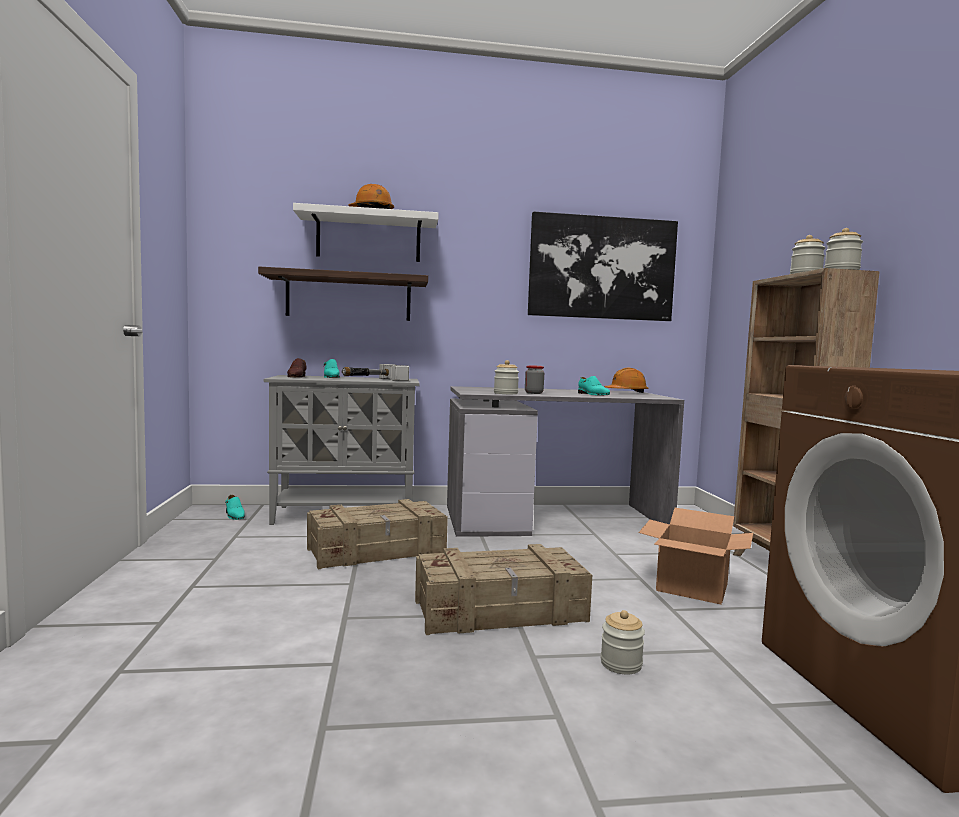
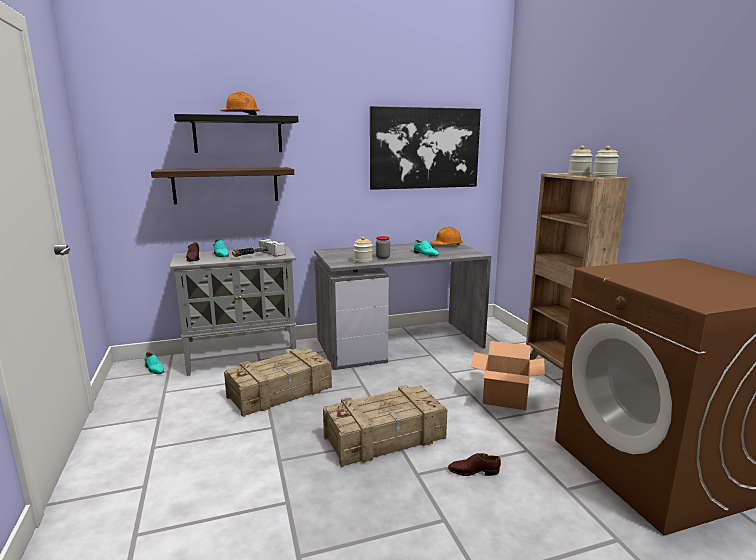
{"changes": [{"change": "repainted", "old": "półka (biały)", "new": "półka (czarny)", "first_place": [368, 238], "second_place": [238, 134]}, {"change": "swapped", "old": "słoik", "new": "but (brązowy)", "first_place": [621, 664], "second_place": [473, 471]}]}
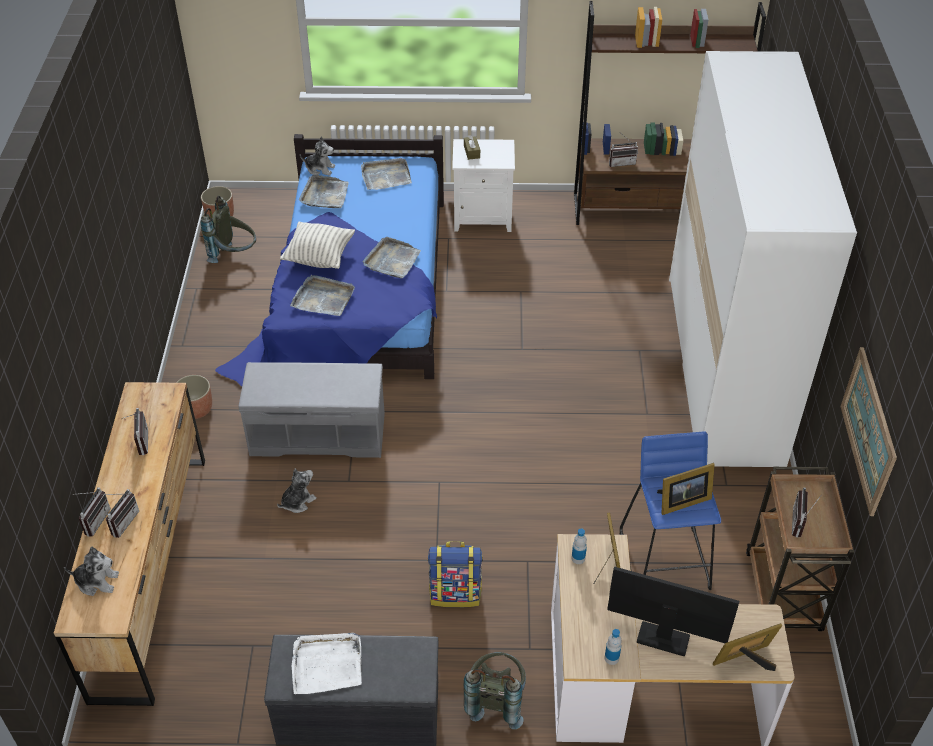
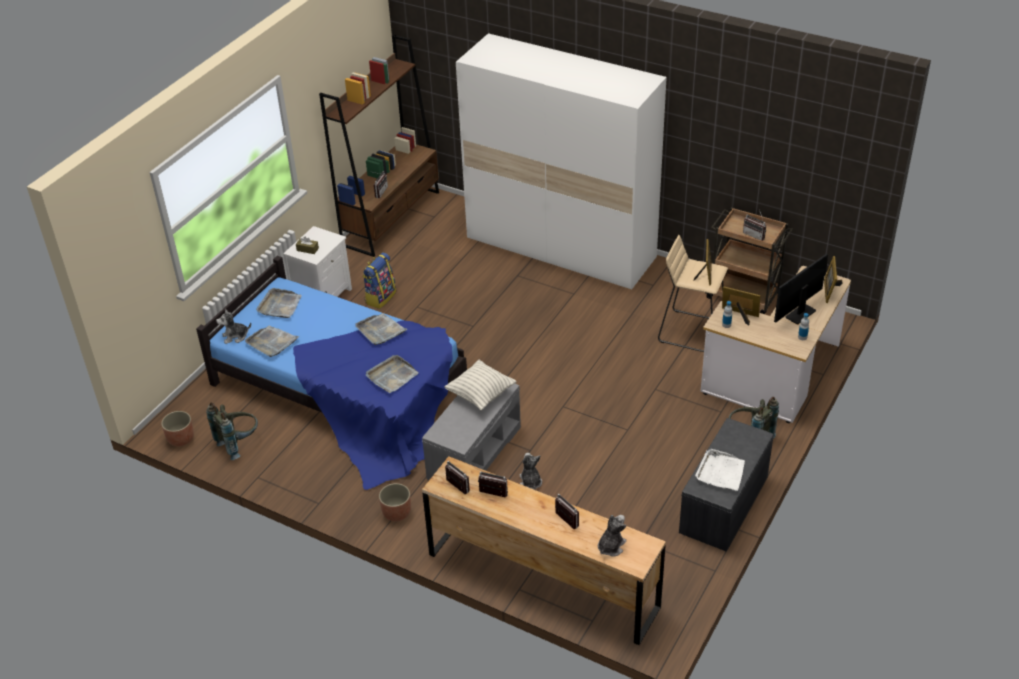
{"changes": [{"change": "rotated", "old": "pluszak", "first_place": [320, 169], "second_place": [235, 336], "degrees": -150}, {"change": "shifted", "old": "plecak", "first_place": [456, 593], "second_place": [380, 297]}, {"change": "shifted", "old": "poduszka", "first_place": [319, 257], "second_place": [481, 395]}, {"change": "shifted", "old": "radio", "first_place": [94, 520], "second_place": [455, 487]}, {"change": "repainted", "old": "stołek (niebieski)", "new": "stołek (beżowy)", "first_place": [665, 559], "second_place": [691, 331]}, {"change": "gone", "old": "obraz", "first_place": [868, 430]}]}
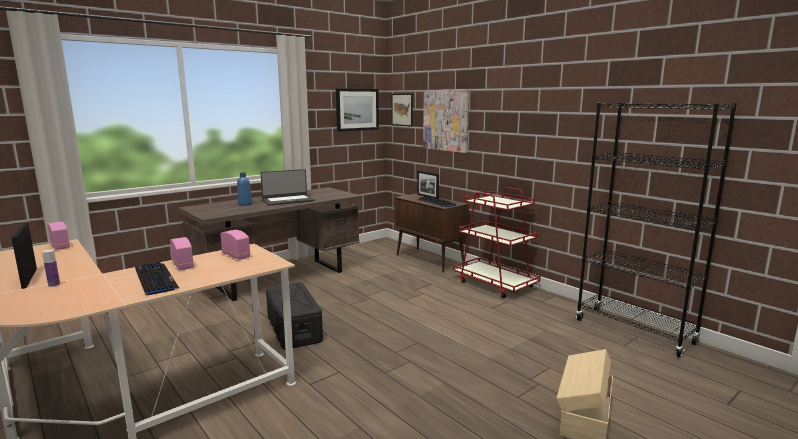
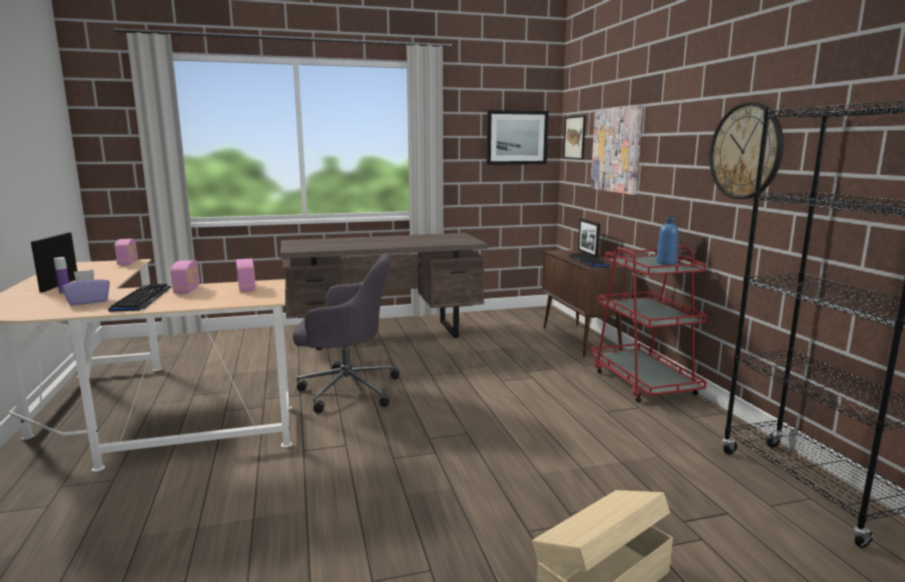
{"changes": [{"change": "new", "new": "pudełko chusteczek (fioletowy)", "second_place": [88, 301]}, {"change": "swapped", "old": "pojemnik do przechowywania (czarny)", "new": "krzesło biurowe (szary)", "first_place": [294, 329], "second_place": [346, 389]}, {"change": "shifted", "old": "butelka (niebieski)", "first_place": [245, 204], "second_place": [666, 263]}, {"change": "new", "new": "zegar ścienny", "second_place": [745, 151]}, {"change": "gone", "old": "laptop", "first_place": [288, 200]}]}
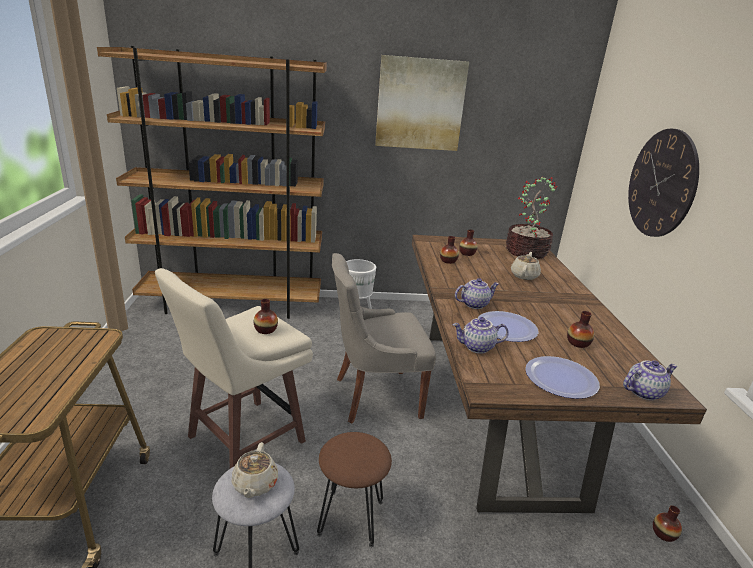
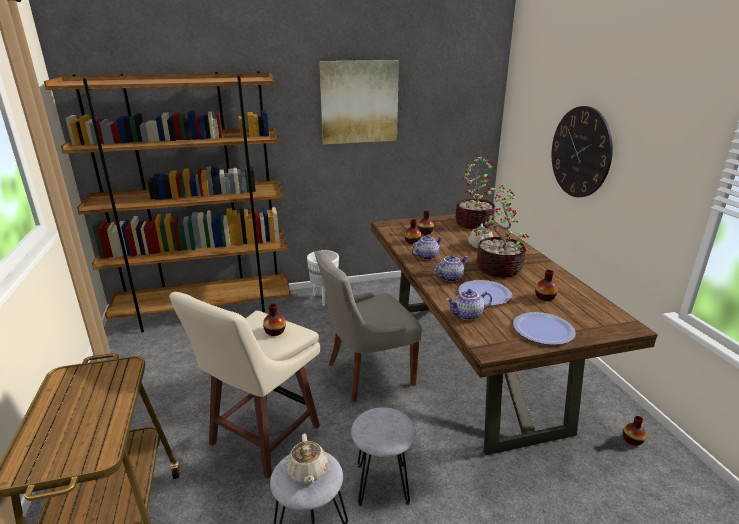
{"changes": [{"change": "repainted", "old": "stołek (brązowy)", "new": "stołek (szary)", "first_place": [350, 517], "second_place": [382, 483]}, {"change": "shifted", "old": "imbryk", "first_place": [643, 392], "second_place": [426, 256]}, {"change": "new", "new": "roślina doniczkowa", "second_place": [497, 268]}]}
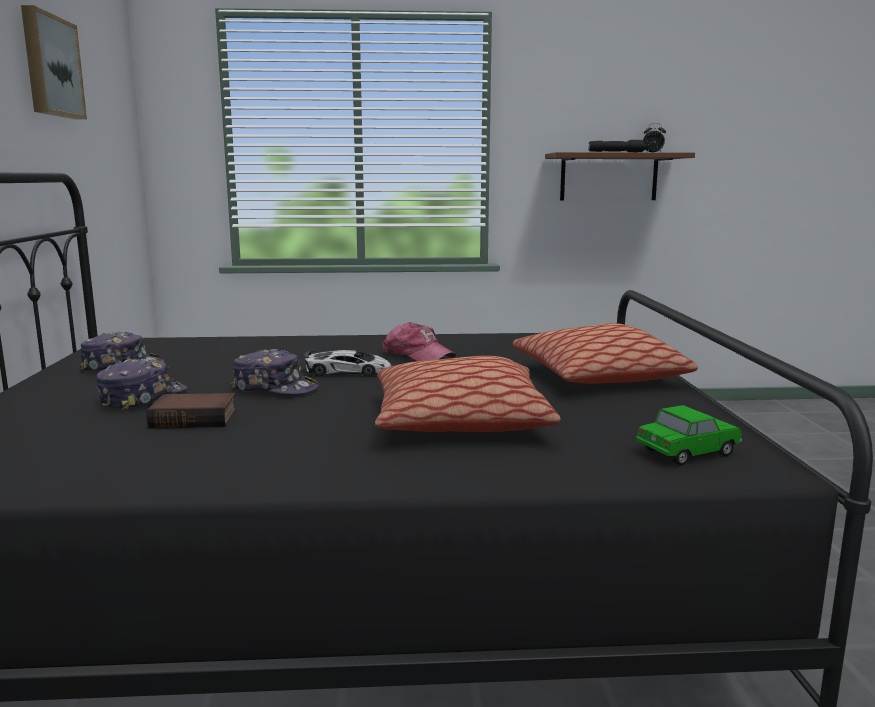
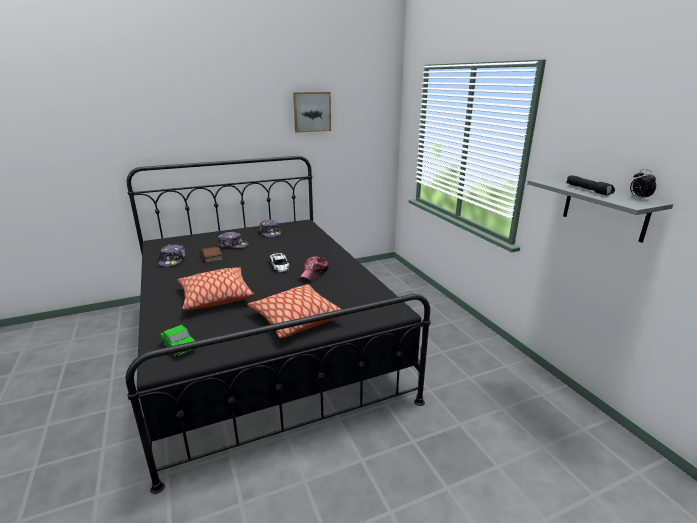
{"changes": [{"change": "shifted", "old": "czapka z daszkiem", "first_place": [275, 388], "second_place": [173, 260]}, {"change": "repainted", "old": "półka (brązowy)", "new": "półka (szary)", "first_place": [608, 177], "second_place": [604, 208]}]}
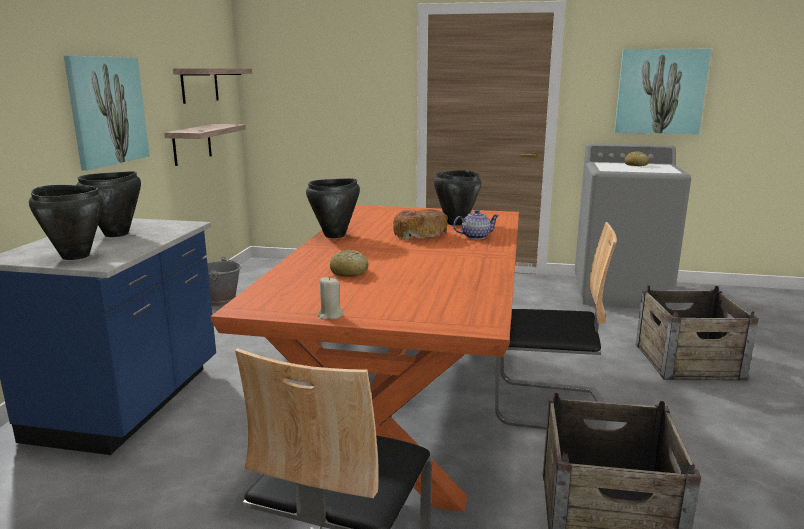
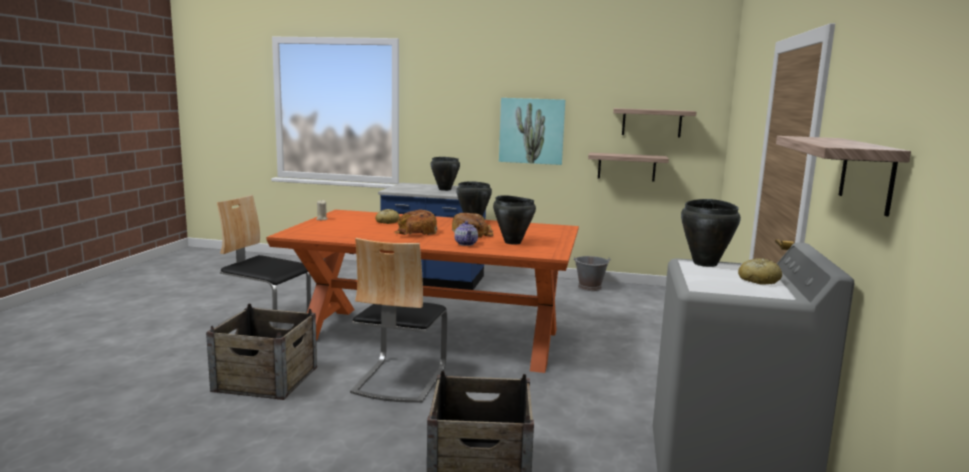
{"changes": [{"change": "new", "new": "chleb", "second_place": [415, 232]}, {"change": "shifted", "old": "garnek (czarny)", "first_place": [75, 256], "second_place": [705, 263]}, {"change": "swapped", "old": "obraz", "new": "półka", "first_place": [660, 91], "second_place": [867, 174]}]}
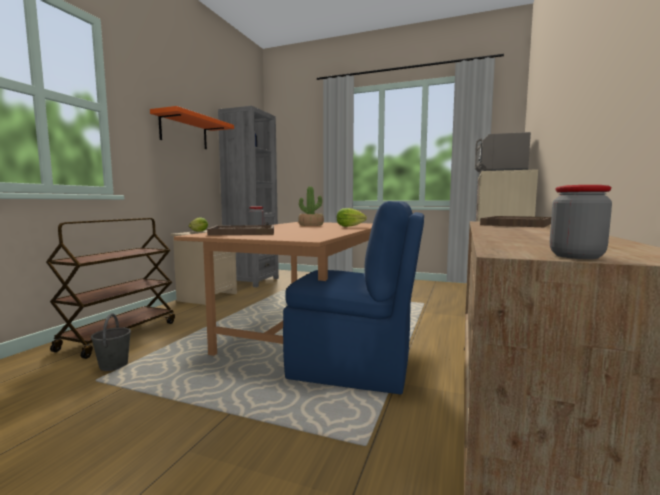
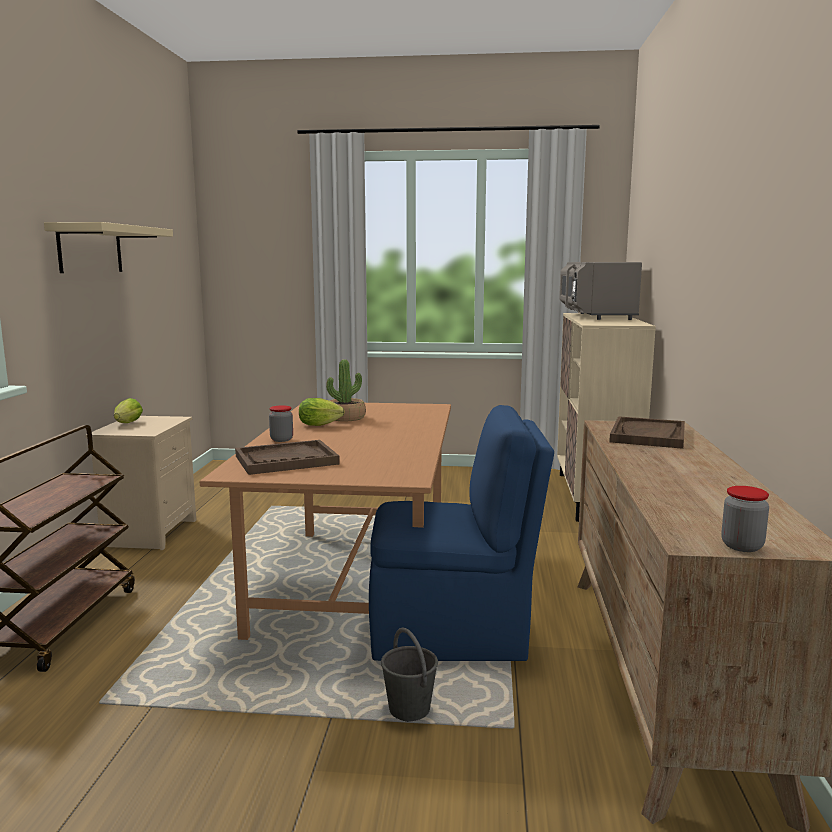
{"changes": [{"change": "repainted", "old": "półka (pomarańczowy)", "new": "półka (beżowy)", "first_place": [184, 131], "second_place": [90, 249]}, {"change": "shifted", "old": "sałata", "first_place": [351, 226], "second_place": [322, 425]}, {"change": "shifted", "old": "wiadro (szary)", "first_place": [114, 365], "second_place": [409, 710]}, {"change": "gone", "old": "regał (szary)", "first_place": [252, 281]}]}
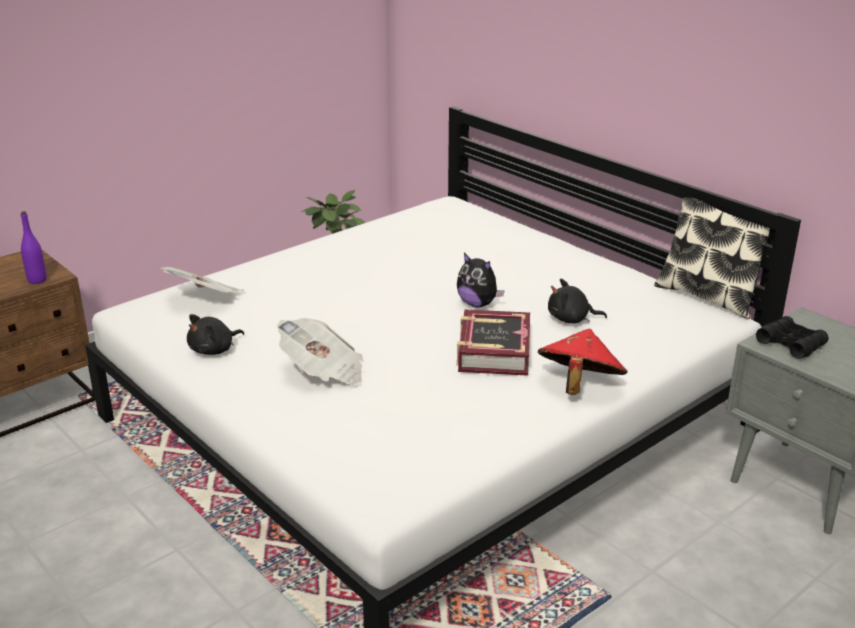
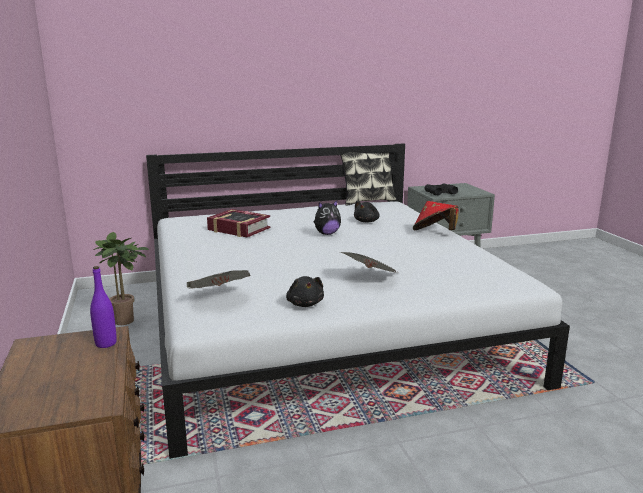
{"changes": [{"change": "shifted", "old": "książka", "first_place": [493, 351], "second_place": [238, 229]}]}
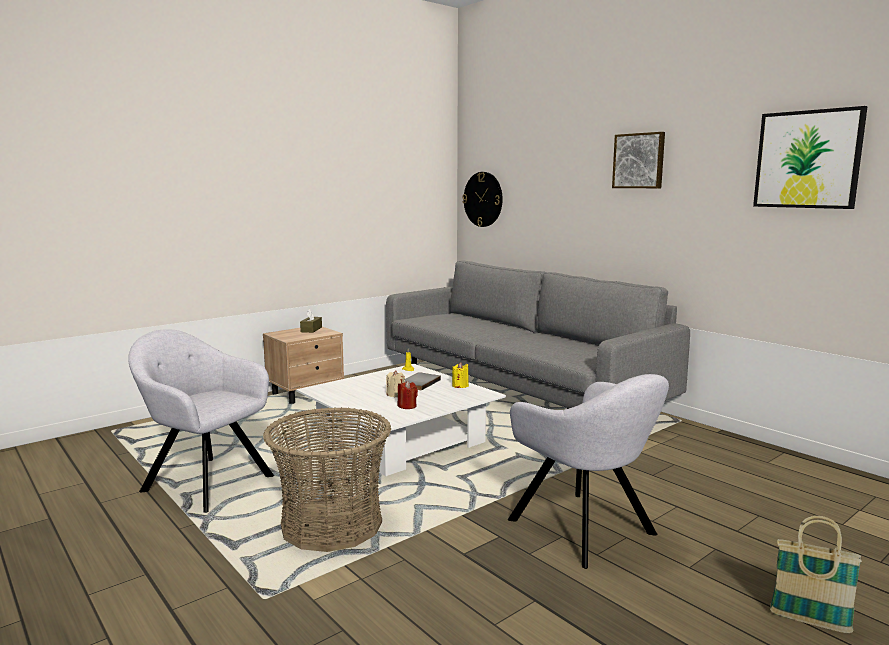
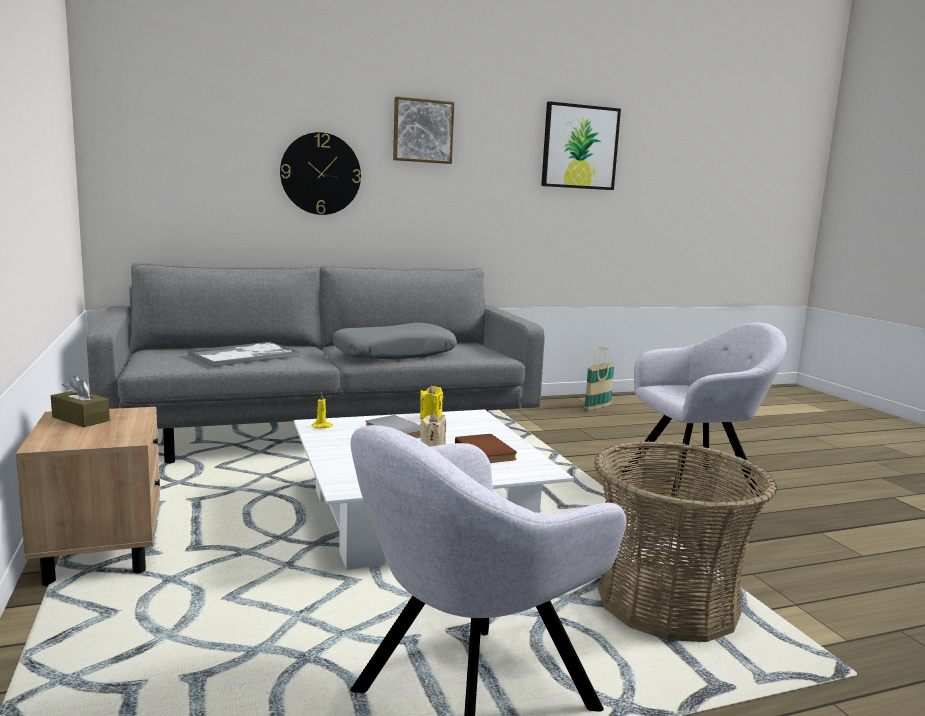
{"changes": [{"change": "new", "new": "taca", "second_place": [245, 356]}, {"change": "shifted", "old": "zegar ścienny", "first_place": [483, 199], "second_place": [320, 174]}, {"change": "new", "new": "poduszka (szary)", "second_place": [394, 354]}, {"change": "swapped", "old": "świeca (czerwony)", "new": "książka (brązowy)", "first_place": [407, 406], "second_place": [487, 451]}, {"change": "shifted", "old": "koszyk", "first_place": [809, 621], "second_place": [597, 407]}]}
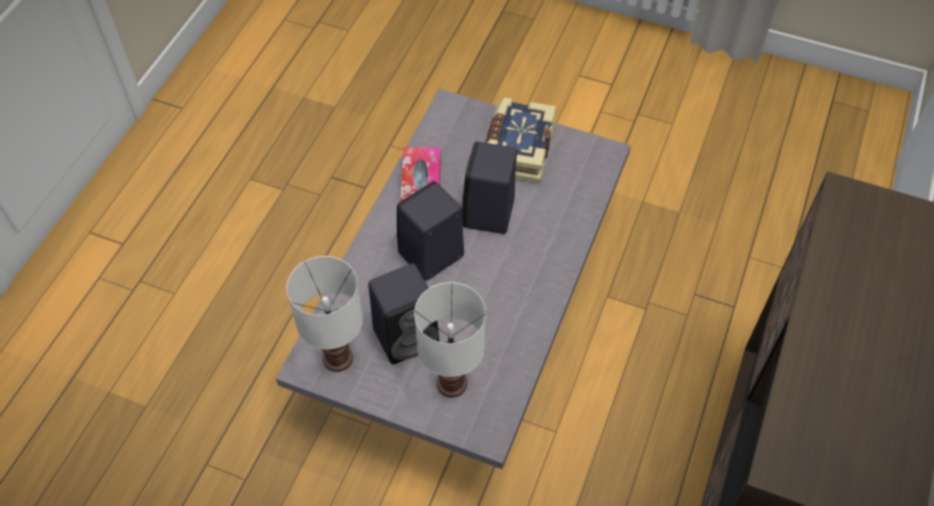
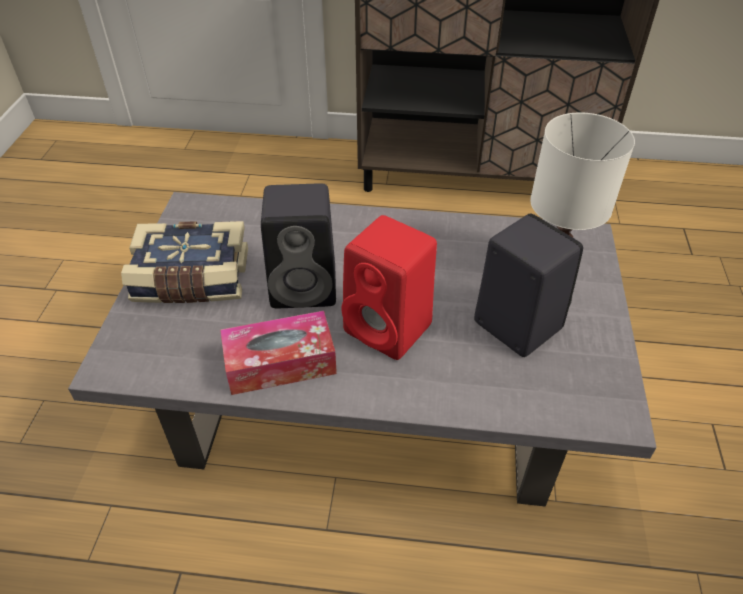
{"changes": [{"change": "repainted", "old": "głośnik (czarny)", "new": "głośnik (czerwony)", "first_place": [430, 256], "second_place": [390, 329]}, {"change": "gone", "old": "lampa stołowa (biały)", "first_place": [336, 358]}]}
